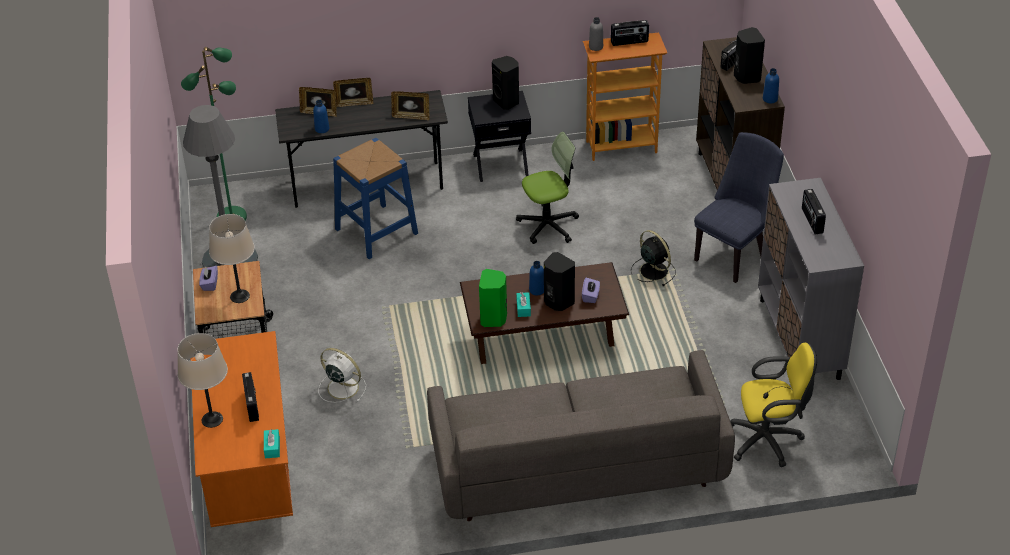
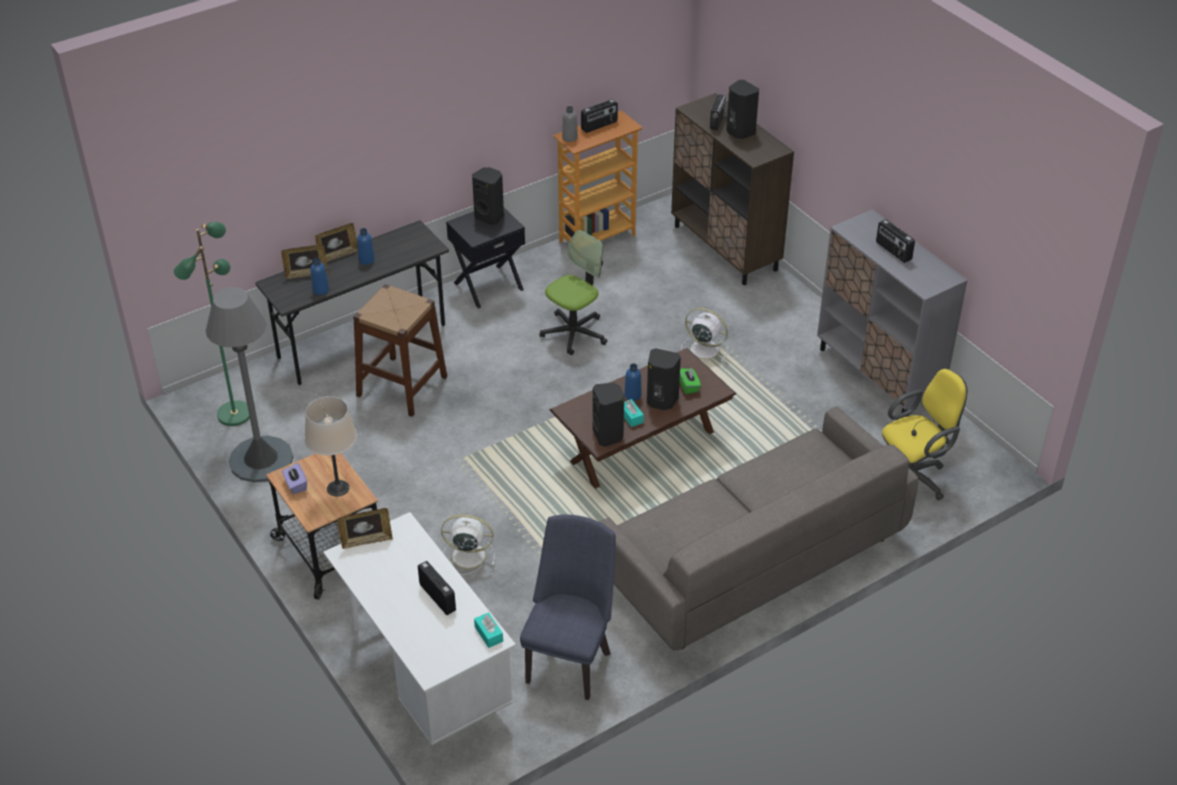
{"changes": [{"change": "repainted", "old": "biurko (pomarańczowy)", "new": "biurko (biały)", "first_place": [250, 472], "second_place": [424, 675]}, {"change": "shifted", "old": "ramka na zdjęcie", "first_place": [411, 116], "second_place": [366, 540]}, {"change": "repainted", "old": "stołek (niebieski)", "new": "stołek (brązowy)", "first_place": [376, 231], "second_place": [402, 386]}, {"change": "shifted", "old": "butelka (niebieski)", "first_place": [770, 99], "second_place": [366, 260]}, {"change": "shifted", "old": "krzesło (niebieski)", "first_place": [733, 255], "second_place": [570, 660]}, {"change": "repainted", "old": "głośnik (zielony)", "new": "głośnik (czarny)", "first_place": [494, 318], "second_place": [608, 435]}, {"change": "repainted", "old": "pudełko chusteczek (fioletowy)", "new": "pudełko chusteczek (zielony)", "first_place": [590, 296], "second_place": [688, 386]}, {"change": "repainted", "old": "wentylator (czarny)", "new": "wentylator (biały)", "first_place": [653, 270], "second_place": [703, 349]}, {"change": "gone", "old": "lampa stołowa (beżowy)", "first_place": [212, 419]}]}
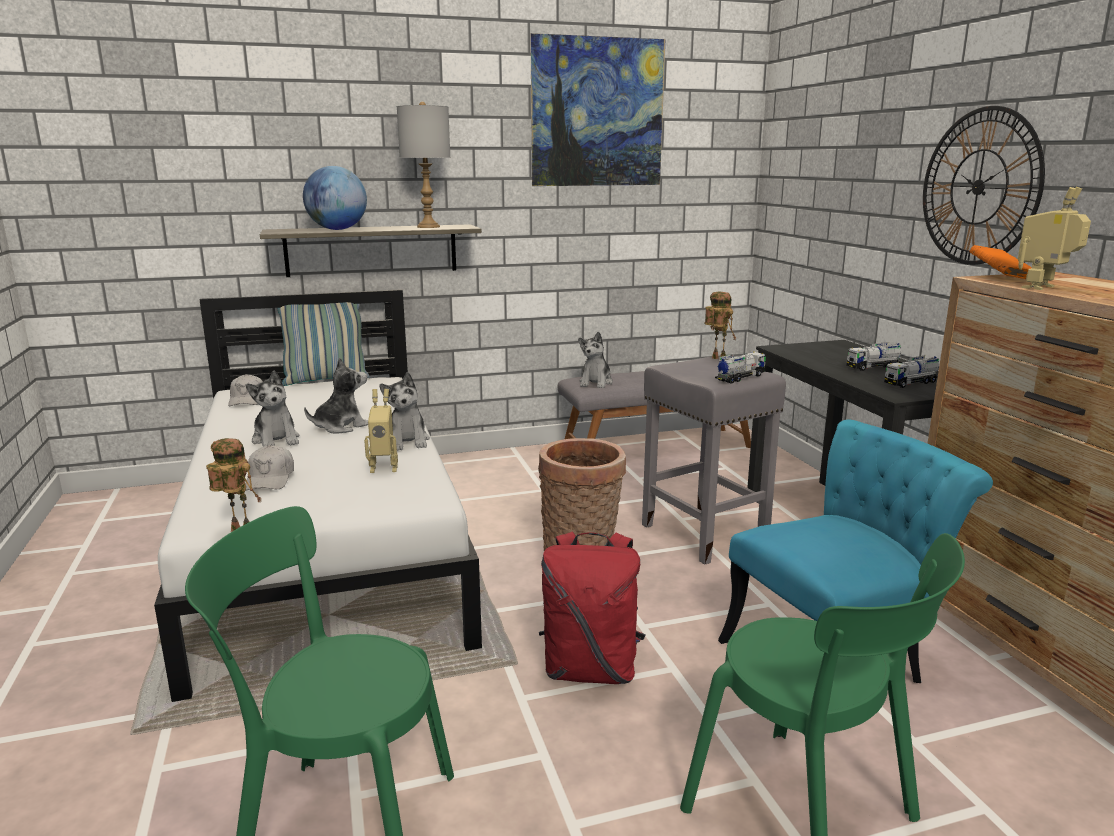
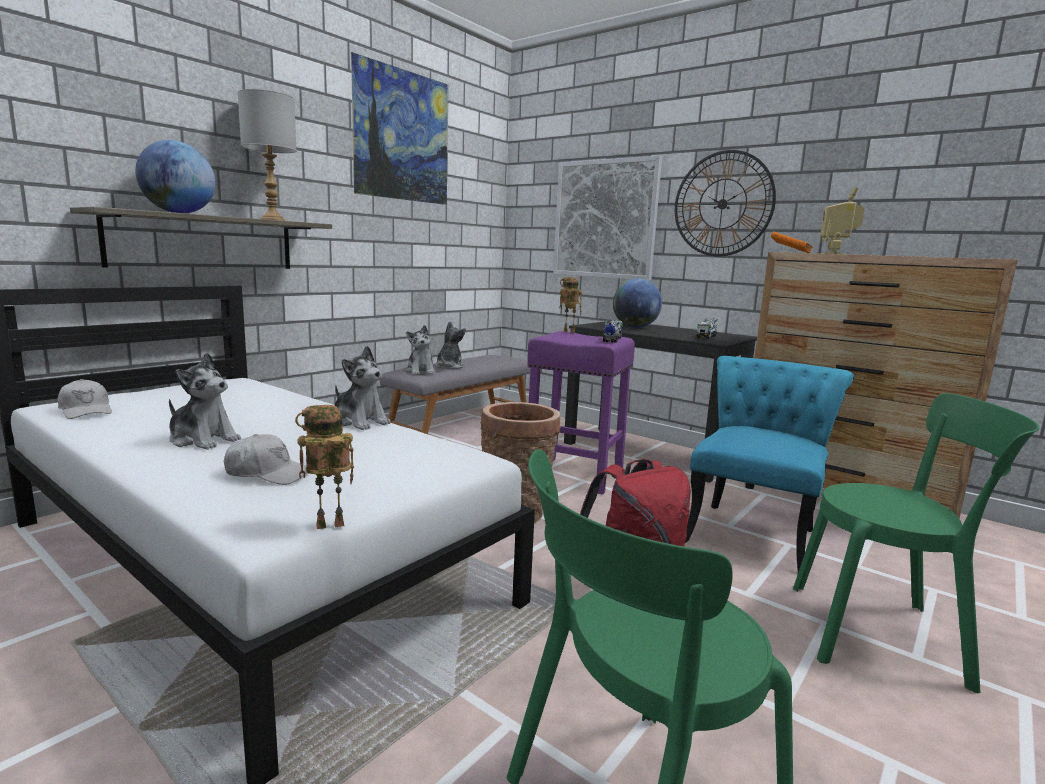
{"changes": [{"change": "rotated", "old": "czapka z daszkiem (biały)", "first_place": [270, 479], "second_place": [268, 473], "degrees": -45}, {"change": "shifted", "old": "pluszak", "first_place": [340, 427], "second_place": [449, 366]}, {"change": "repainted", "old": "stołek (szary)", "new": "stołek (fioletowy)", "first_place": [702, 533], "second_place": [572, 475]}, {"change": "new", "new": "obraz", "second_place": [605, 219]}, {"change": "new", "new": "globus", "second_place": [635, 327]}, {"change": "gone", "old": "poduszka", "first_place": [325, 380]}, {"change": "gone", "old": "robot zabawkowy", "first_place": [384, 467]}, {"change": "gone", "old": "ciężarówka zabawkowa", "first_place": [873, 367]}]}
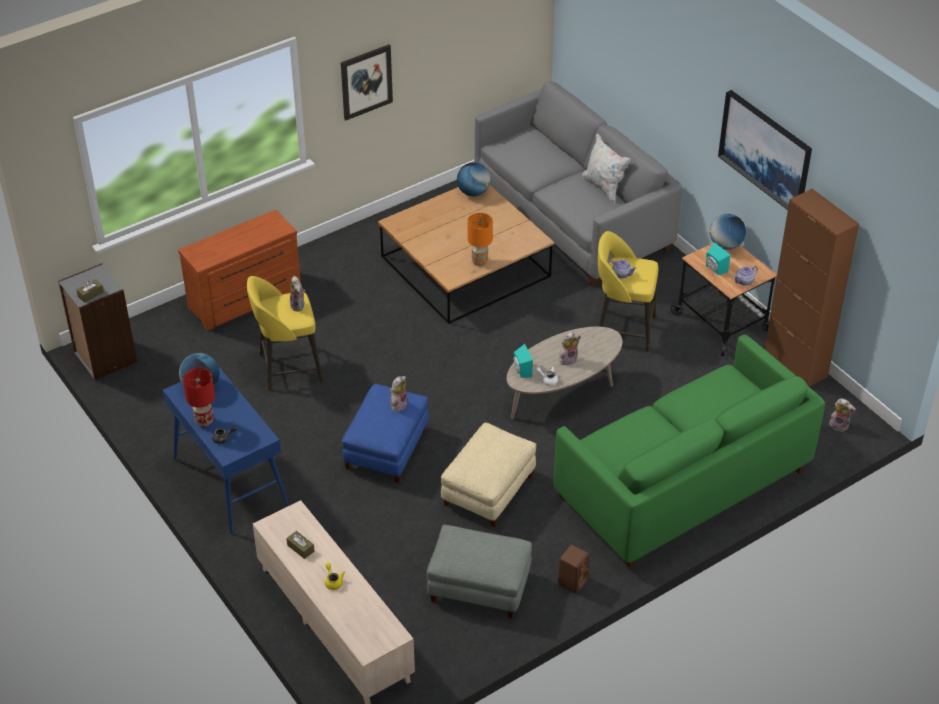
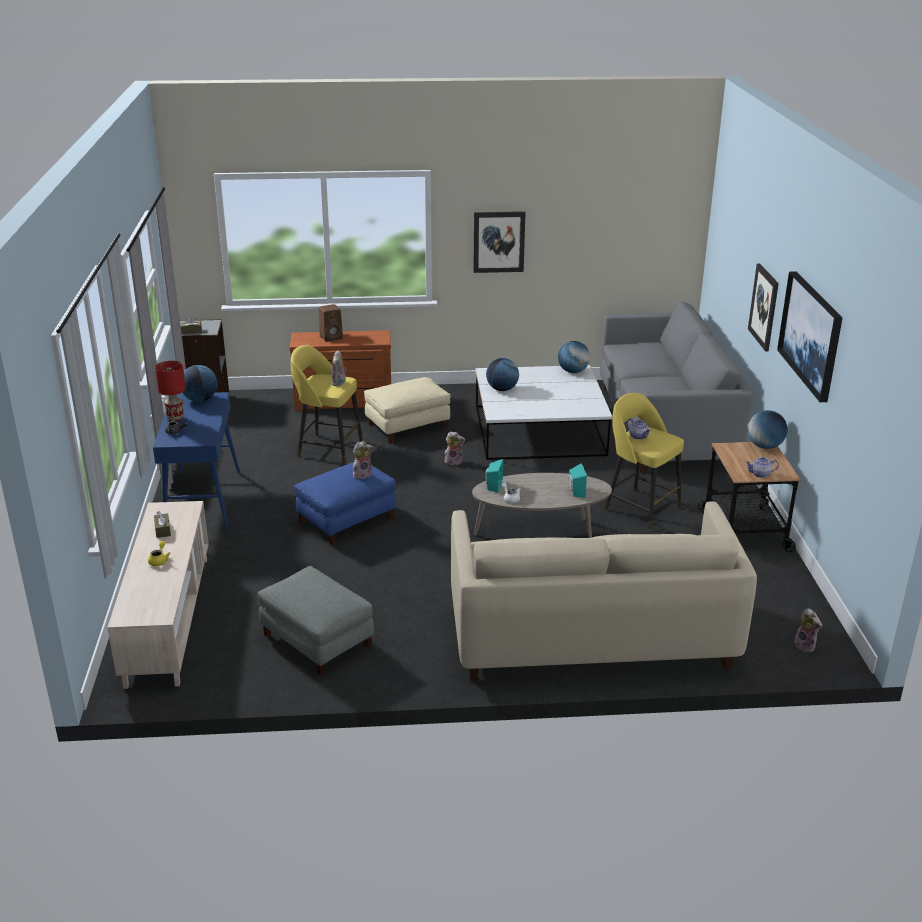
{"changes": [{"change": "shifted", "old": "głośnik (brązowy)", "first_place": [573, 581], "second_place": [332, 337]}, {"change": "shifted", "old": "pufa (beżowy)", "first_place": [488, 490], "second_place": [408, 426]}, {"change": "shifted", "old": "pluszak", "first_place": [568, 359], "second_place": [454, 461]}, {"change": "repainted", "old": "kanapa (zielony)", "new": "kanapa (beżowy)", "first_place": [682, 484], "second_place": [590, 634]}, {"change": "repainted", "old": "ława (brązowy)", "new": "ława (biały)", "first_place": [465, 266], "second_place": [539, 430]}, {"change": "new", "new": "globus", "second_place": [502, 389]}, {"change": "shifted", "old": "głośnik (turkusowy)", "first_place": [714, 269], "second_place": [575, 491]}, {"change": "new", "new": "obraz", "second_place": [764, 307]}, {"change": "gone", "old": "lampa stołowa (pomarańczowy)", "first_place": [479, 262]}, {"change": "gone", "old": "poduszka (biały)", "first_place": [604, 187]}, {"change": "gone", "old": "szafka (brązowy)", "first_place": [795, 364]}]}
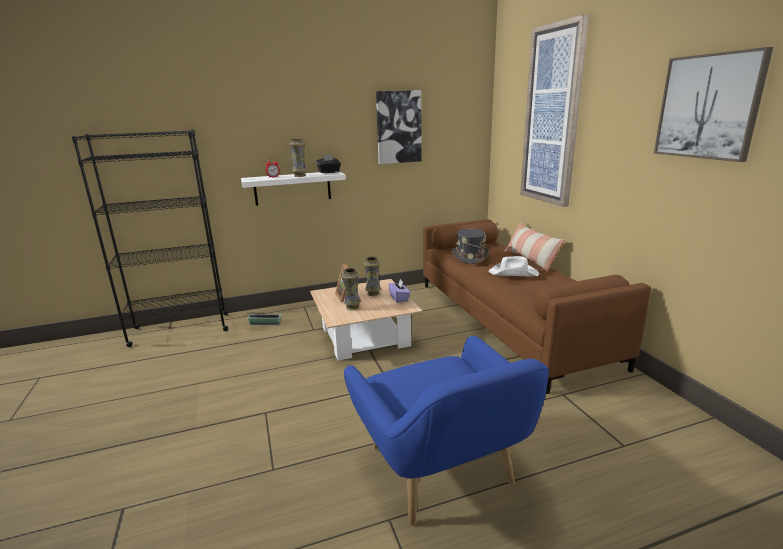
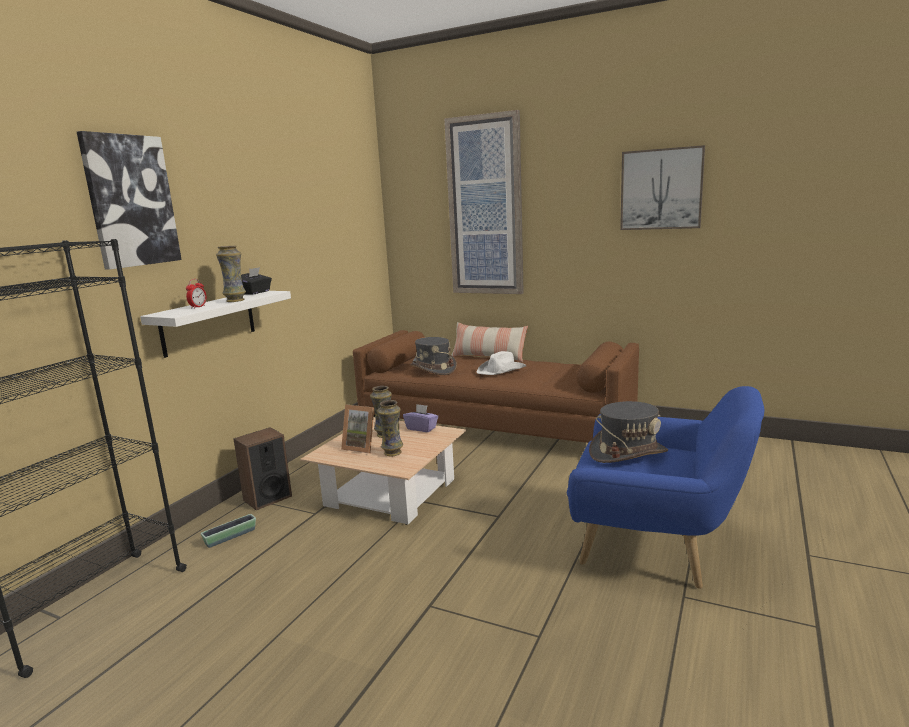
{"changes": [{"change": "shifted", "old": "obraz", "first_place": [398, 127], "second_place": [130, 201]}, {"change": "new", "new": "głośnik", "second_place": [267, 498]}, {"change": "new", "new": "kapelusz (szary)", "second_place": [627, 453]}]}
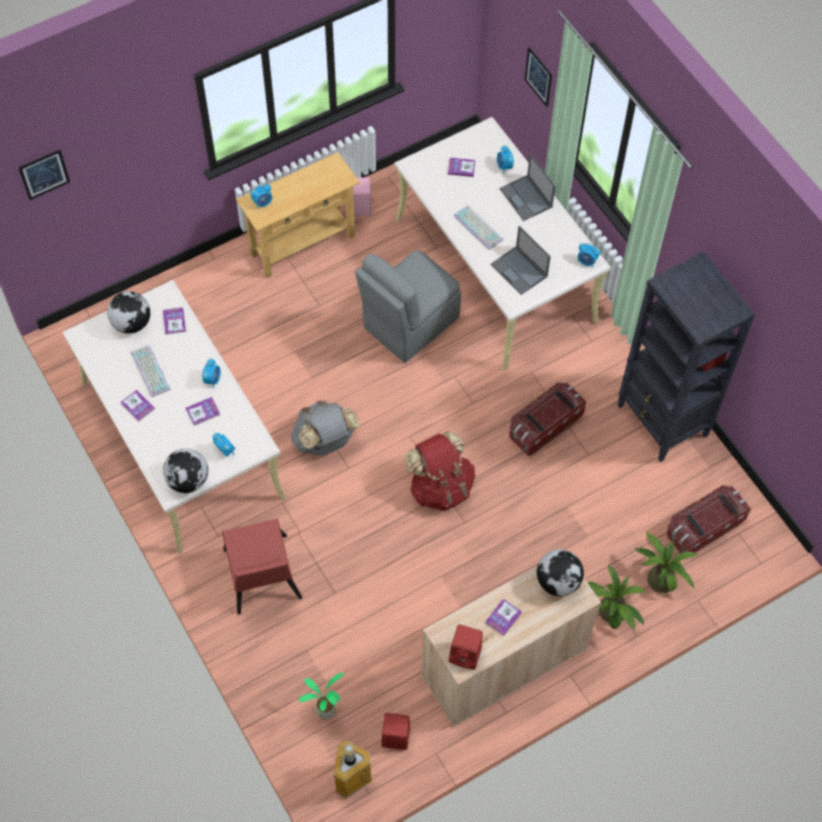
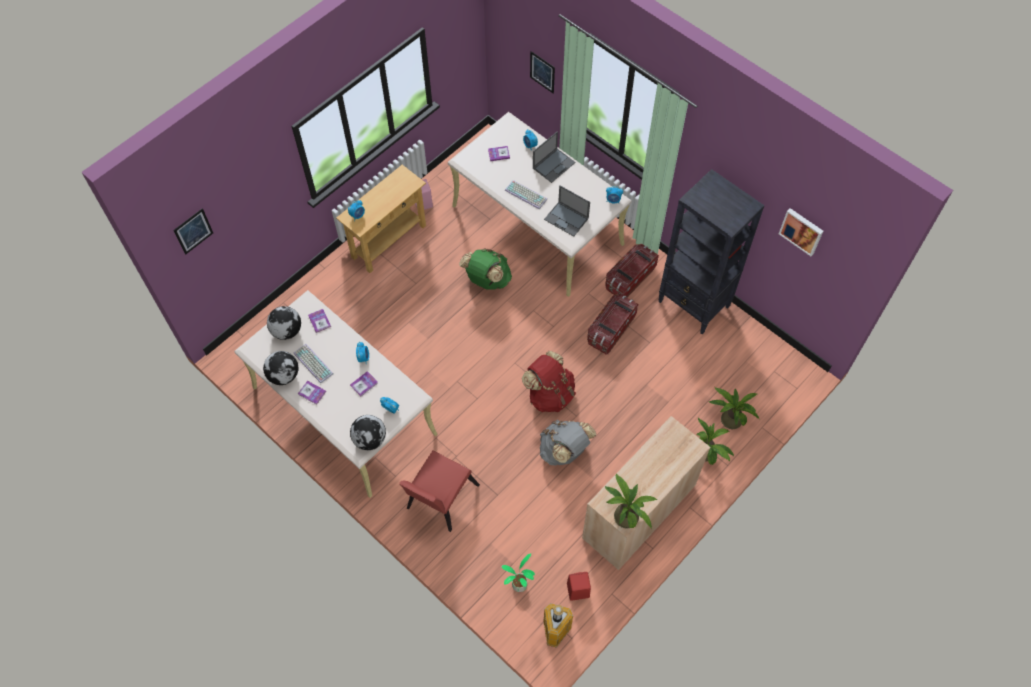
{"changes": [{"change": "shifted", "old": "globus", "first_place": [558, 581], "second_place": [284, 375]}, {"change": "rotated", "old": "krzesło (czerwony)", "first_place": [262, 580], "second_place": [439, 500], "degrees": 60}, {"change": "swapped", "old": "krzesło (szary)", "new": "plecak (zielony)", "first_place": [409, 324], "second_place": [487, 280]}, {"change": "rotated", "old": "laptop", "first_place": [526, 198], "second_place": [554, 165], "degrees": -90}, {"change": "shifted", "old": "plecak (szary)", "first_place": [325, 441], "second_place": [564, 451]}, {"change": "shifted", "old": "pojemnik do przechowywania", "first_place": [704, 528], "second_place": [629, 278]}, {"change": "swapped", "old": "głośnik (czerwony)", "new": "roślina doniczkowa", "first_place": [466, 655], "second_place": [625, 514]}, {"change": "new", "new": "obraz", "second_place": [802, 231]}, {"change": "gone", "old": "książka", "first_place": [503, 617]}]}
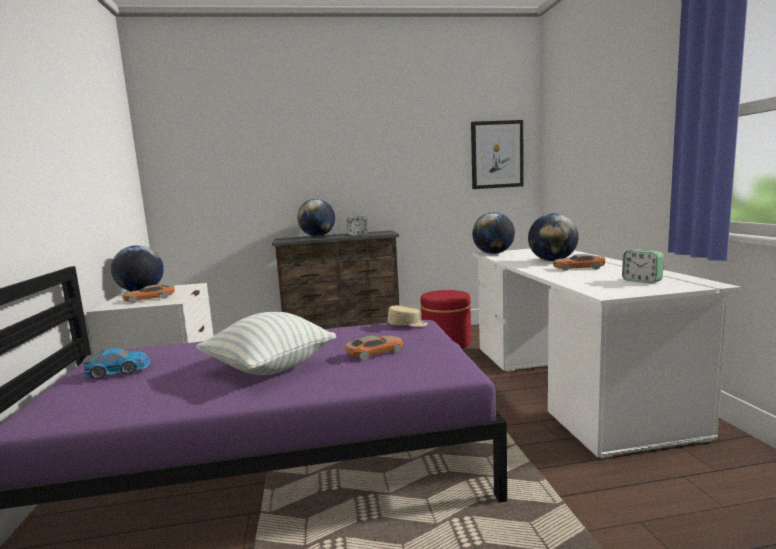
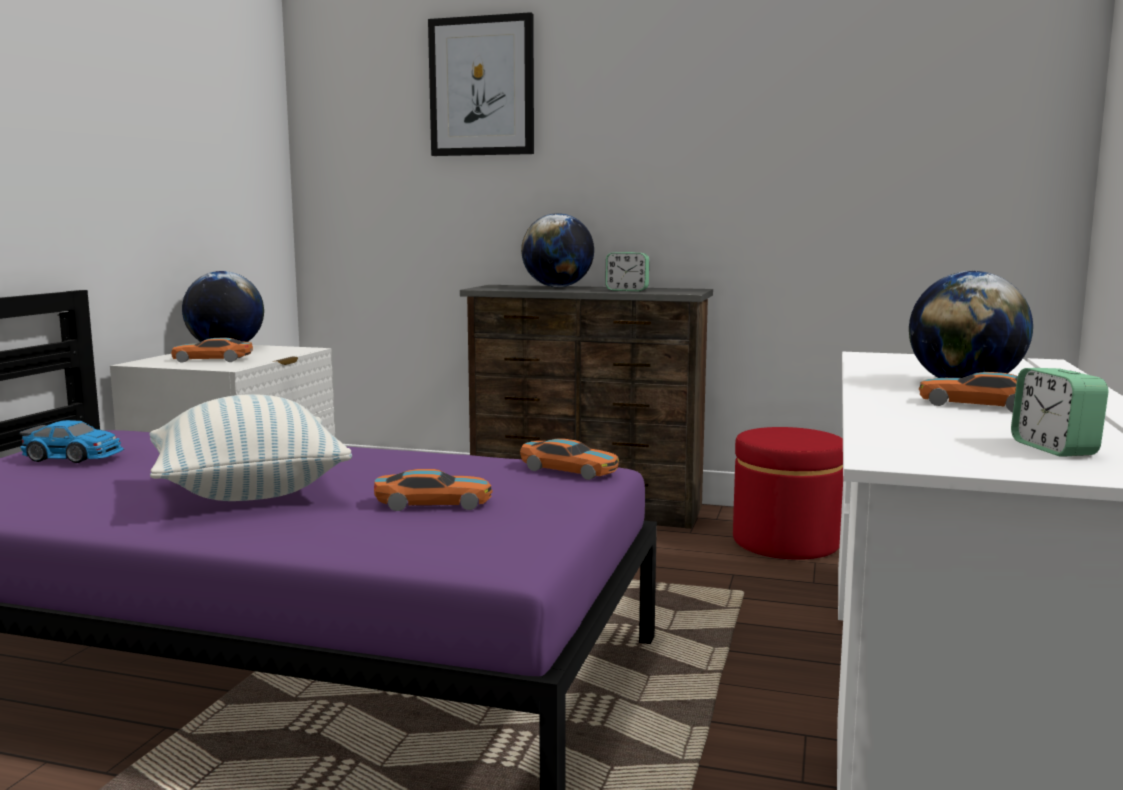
{"changes": [{"change": "shifted", "old": "obraz", "first_place": [497, 154], "second_place": [482, 87]}, {"change": "swapped", "old": "czapka z daszkiem (beżowy)", "new": "samochodzik", "first_place": [407, 325], "second_place": [569, 470]}, {"change": "gone", "old": "globus", "first_place": [493, 253]}]}
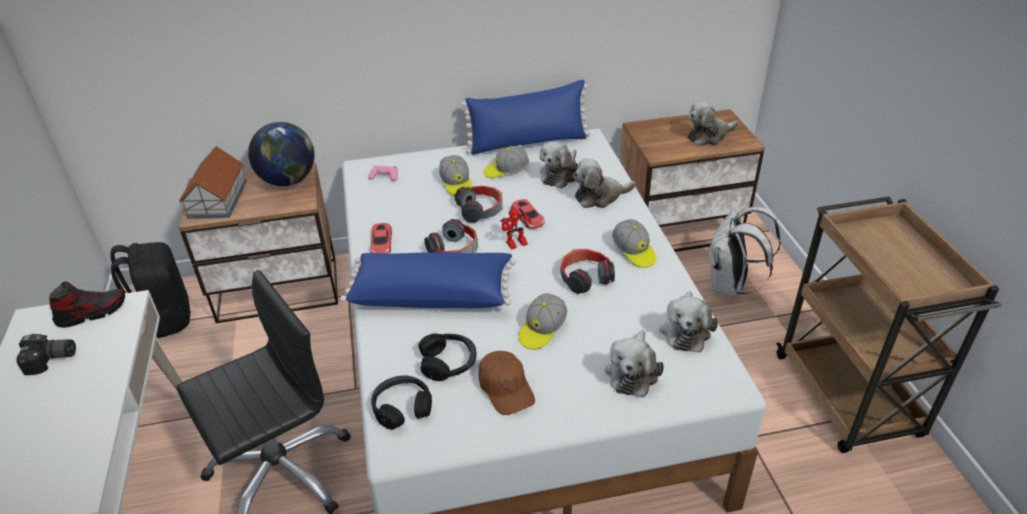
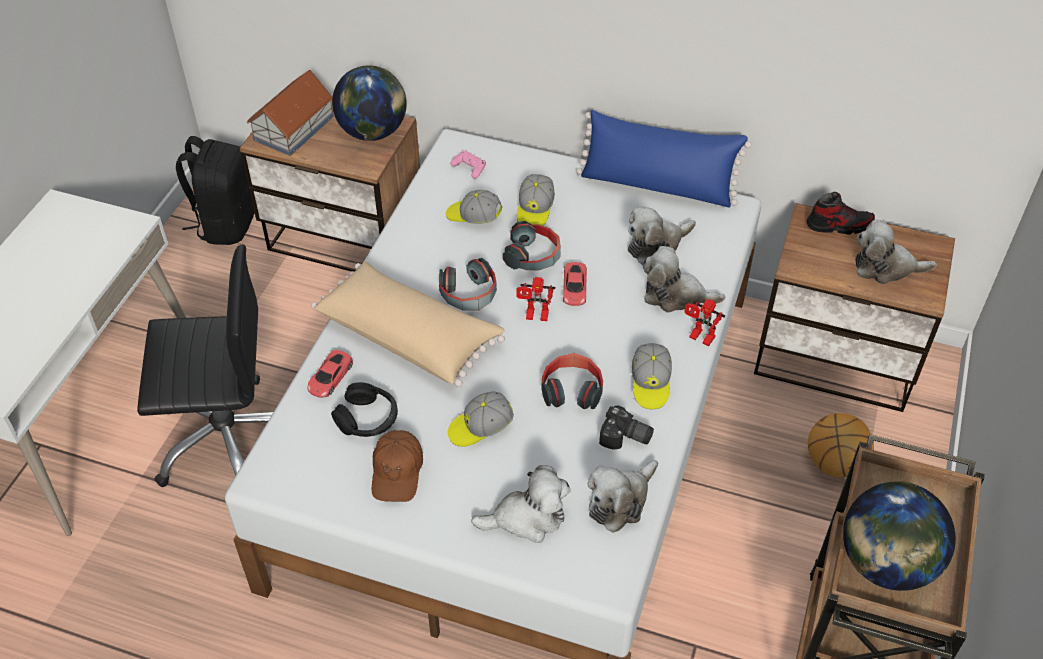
{"changes": [{"change": "shifted", "old": "samochodzik (czerwony)", "first_place": [381, 243], "second_place": [330, 377]}, {"change": "repainted", "old": "poduszka (niebieski)", "new": "poduszka (beżowy)", "first_place": [432, 294], "second_place": [409, 335]}, {"change": "shifted", "old": "czapka z daszkiem", "first_place": [506, 171], "second_place": [473, 217]}, {"change": "rotated", "old": "pluszak", "first_place": [632, 372], "second_place": [527, 518], "degrees": -150}, {"change": "shifted", "old": "aparat fotograficzny", "first_place": [51, 360], "second_place": [625, 438]}, {"change": "new", "new": "robot zabawkowy", "second_place": [699, 338]}, {"change": "shifted", "old": "but", "first_place": [92, 312], "second_place": [838, 225]}, {"change": "swapped", "old": "plecak (biały)", "new": "piłka do koszykówki", "first_place": [730, 286], "second_place": [834, 463]}, {"change": "new", "new": "globus", "second_place": [885, 563]}, {"change": "gone", "old": "słuchawki (czarny)", "first_place": [402, 408]}]}
